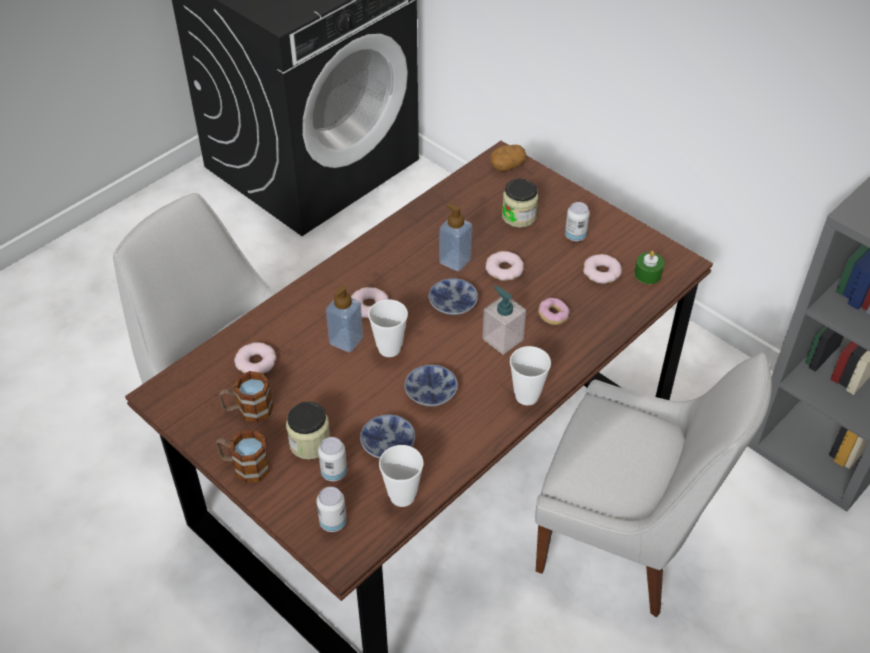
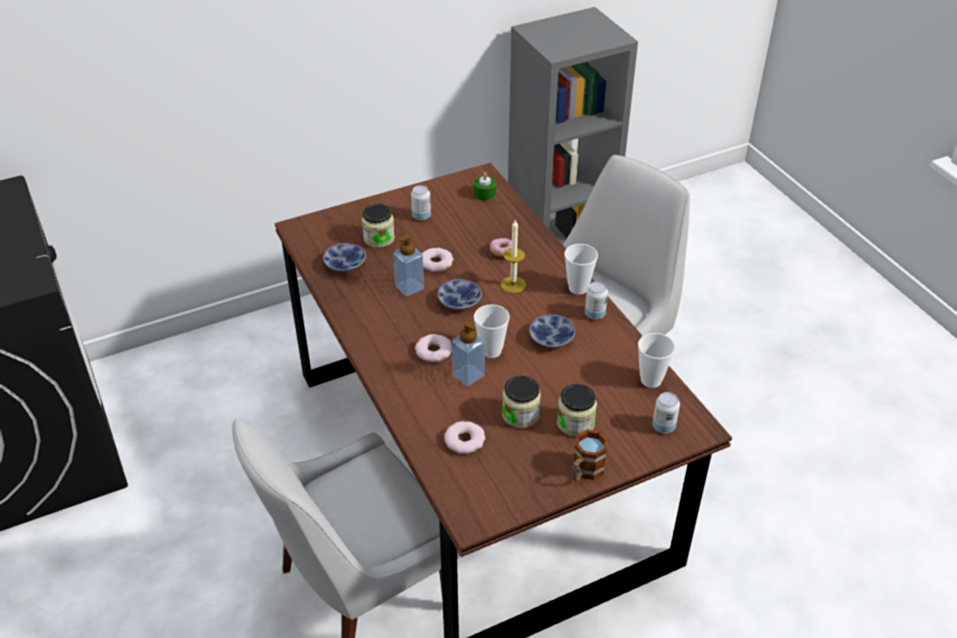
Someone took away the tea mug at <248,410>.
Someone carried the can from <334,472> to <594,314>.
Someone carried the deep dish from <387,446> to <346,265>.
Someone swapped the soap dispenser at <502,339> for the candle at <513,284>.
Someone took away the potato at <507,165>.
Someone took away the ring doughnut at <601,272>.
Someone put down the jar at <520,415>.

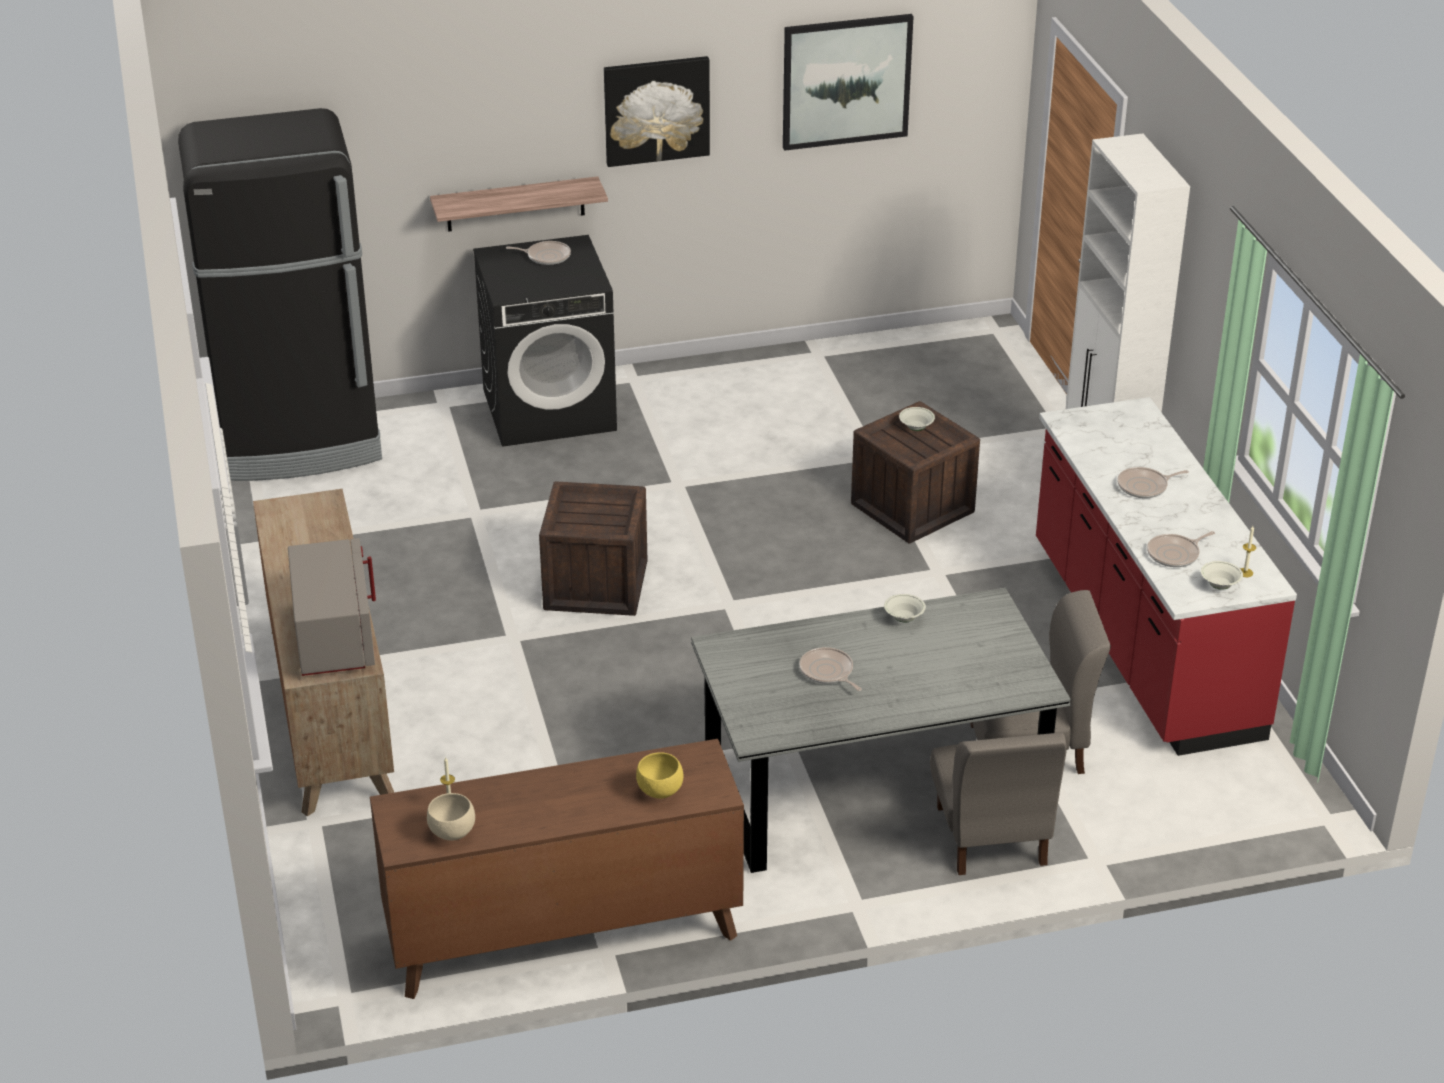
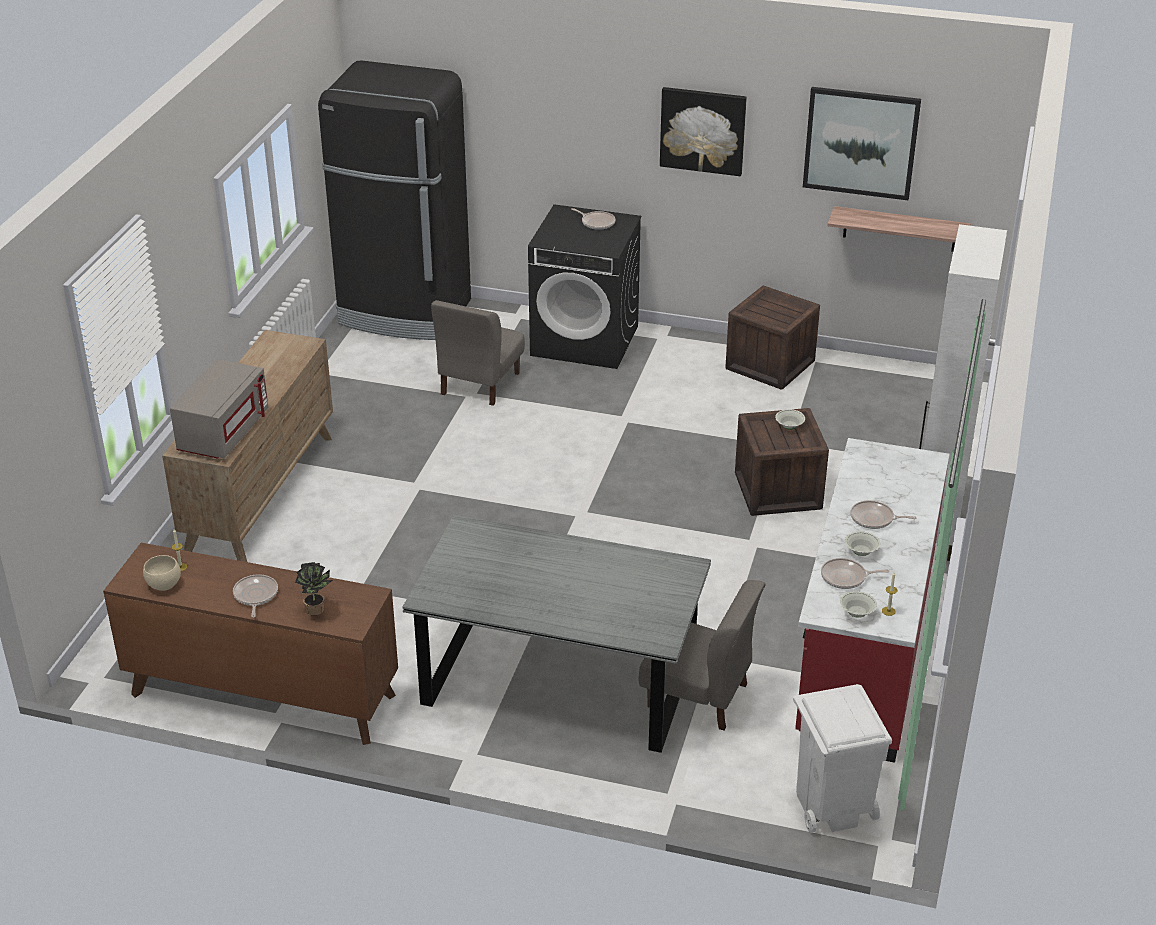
Someone carried the wall shelf from <515,204> to <899,229>.
Someone carried the packing crate from <596,585> to <770,365>.
Someone swapped the yellowish deep dish at <660,792> for the plant in a pot at <317,610>.
Someone carried the pan from <828,672> to <255,596>.
Someone carried the white-coloured deep dish from <904,618> to <861,552>.
Someone carried the grey chair from <990,836> to <479,383>.
Someone put down the white-coloured rubbish bin at <832,806>.

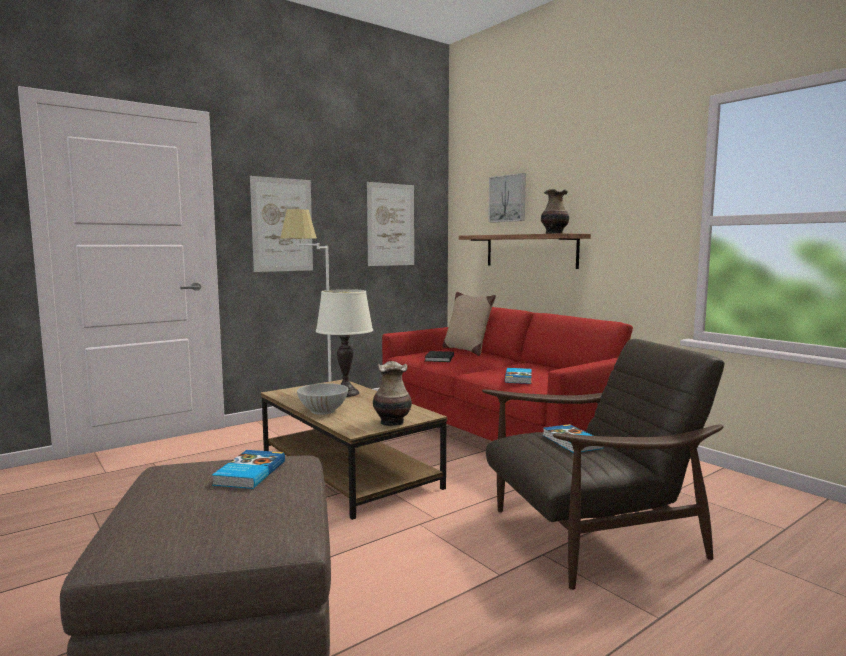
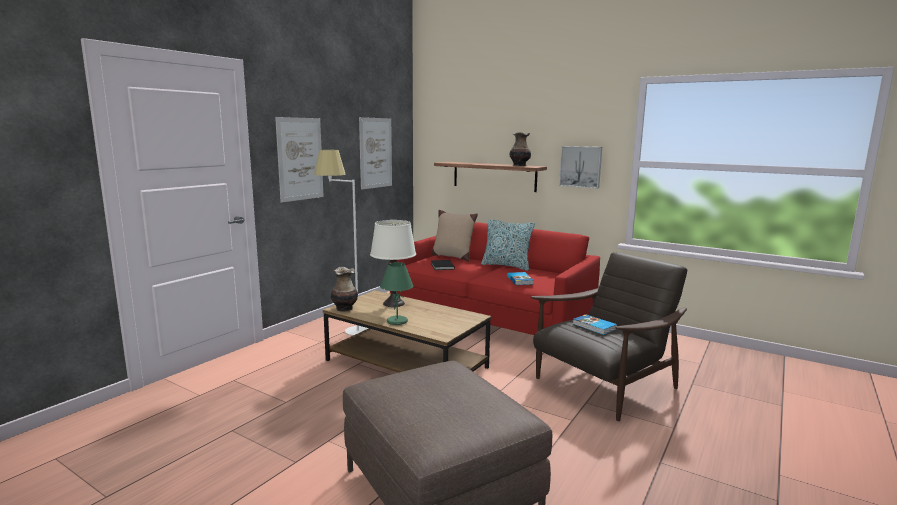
Someone took away the book at <248,473>.
Someone swapped the white-coloured deep dish at <323,411> for the greenish tabletop lamp at <397,321>.
Someone carried the flower vase from <392,422> to <344,308>.
Someone carried the picture from <508,198> to <581,166>.
Someone put down the cushion at <506,266>.

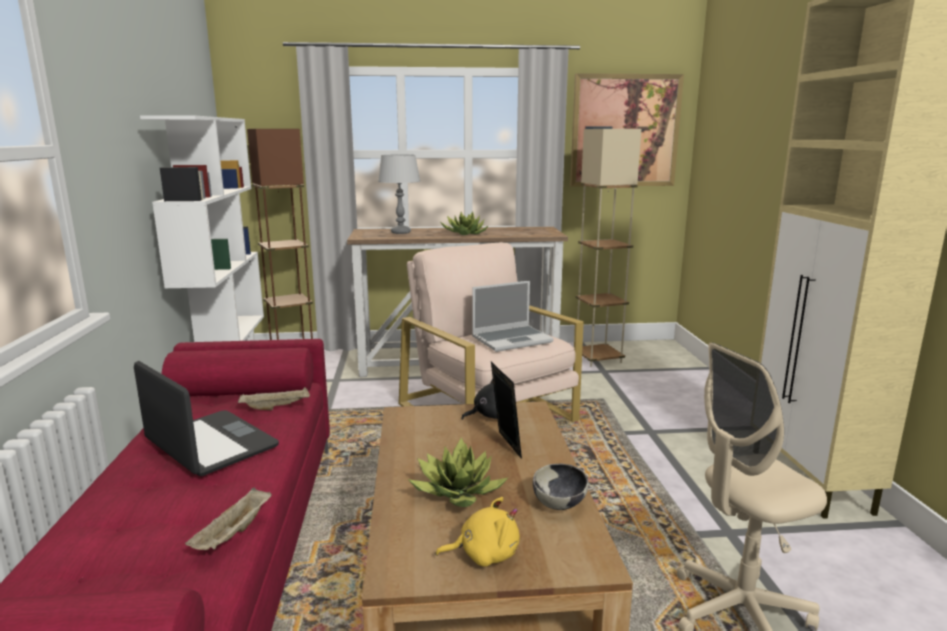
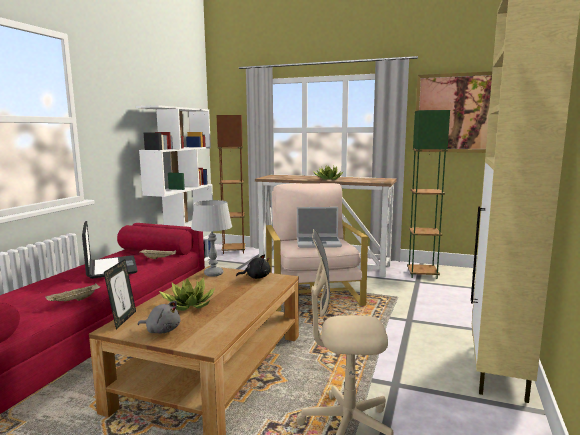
Someone carried the grey tabletop lamp from <400,232> to <213,274>.
Someone repainted the yellowish soft toy at <484,554>, which became the grey soft toy at <162,330>.
Someone carried the picture frame from <505,445> to <123,319>.
Someone took away the deep dish at <559,504>.
Someone repainted the beige-coloured standard lamp at <598,358>, which became the greenish standard lamp at <422,274>.

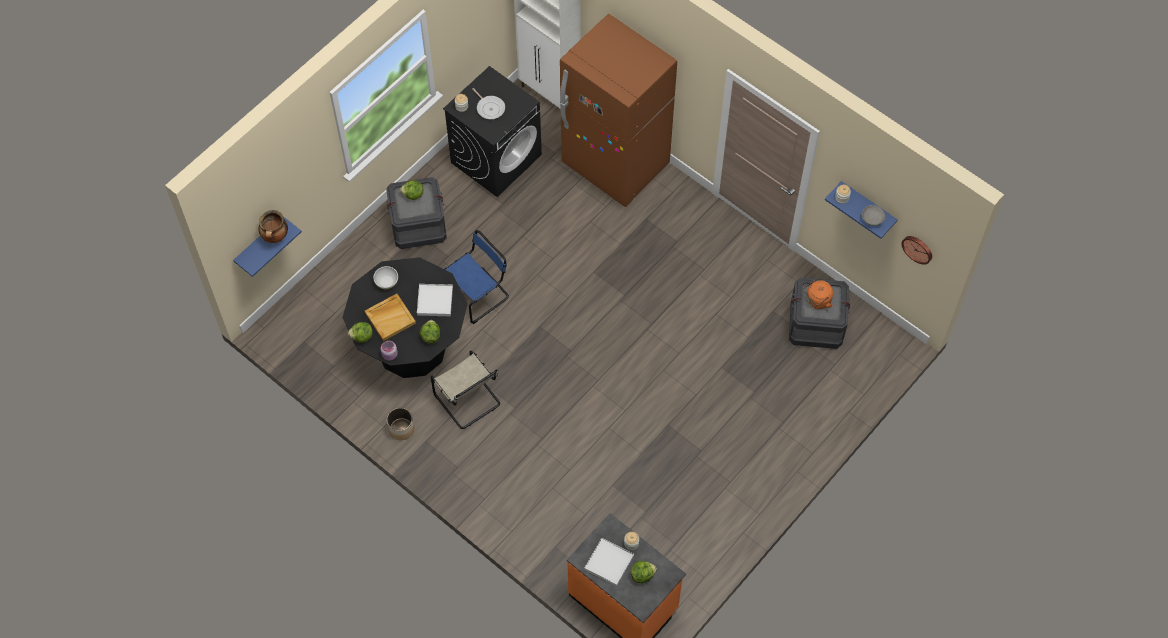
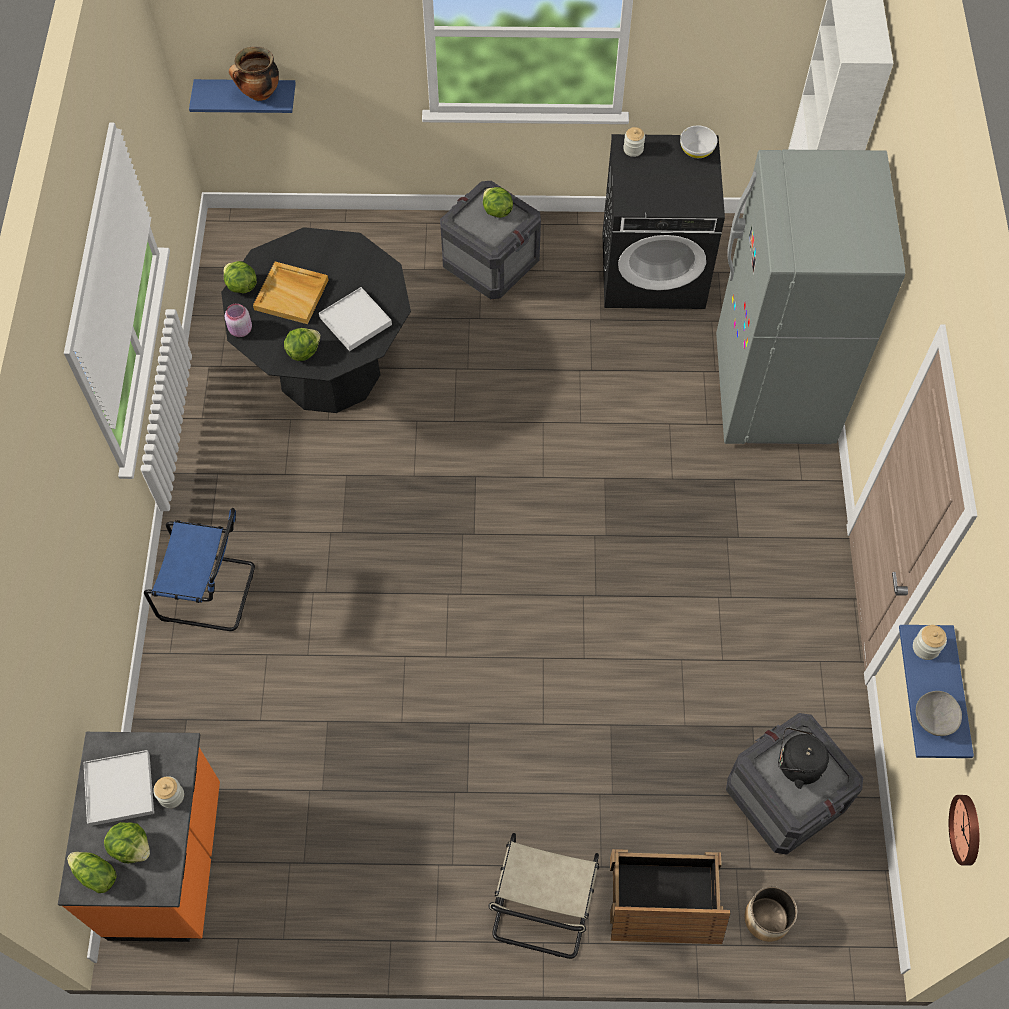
Someone carried the white-coloured deep dish from <386,282> to <696,150>.
Someone carried the planter from <401,429> to <767,919>.
Someone carried the beige-coloured chair from <468,401> to <542,909>.
Someone carried the blue-coloured chair from <478,294> to <211,592>.
Someone took away the pan at <490,108>.
Someone repainted the brown-coloured fridge at <615,164>, which became the grey fridge at <773,392>.
Someone repainted the orange-coloured water kettle at <817,301>, which became the black-coloured water kettle at <796,764>.
Someone put down the lettuce head at <95,875>.
Someone put down the packing crate at <663,902>.

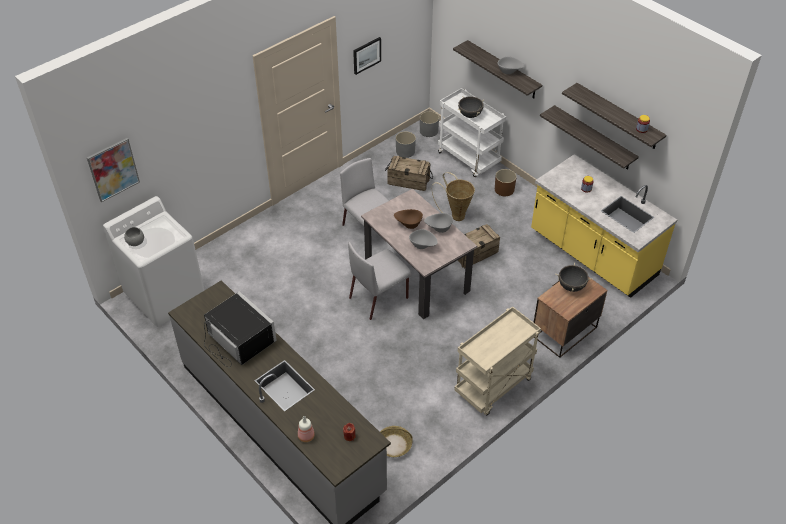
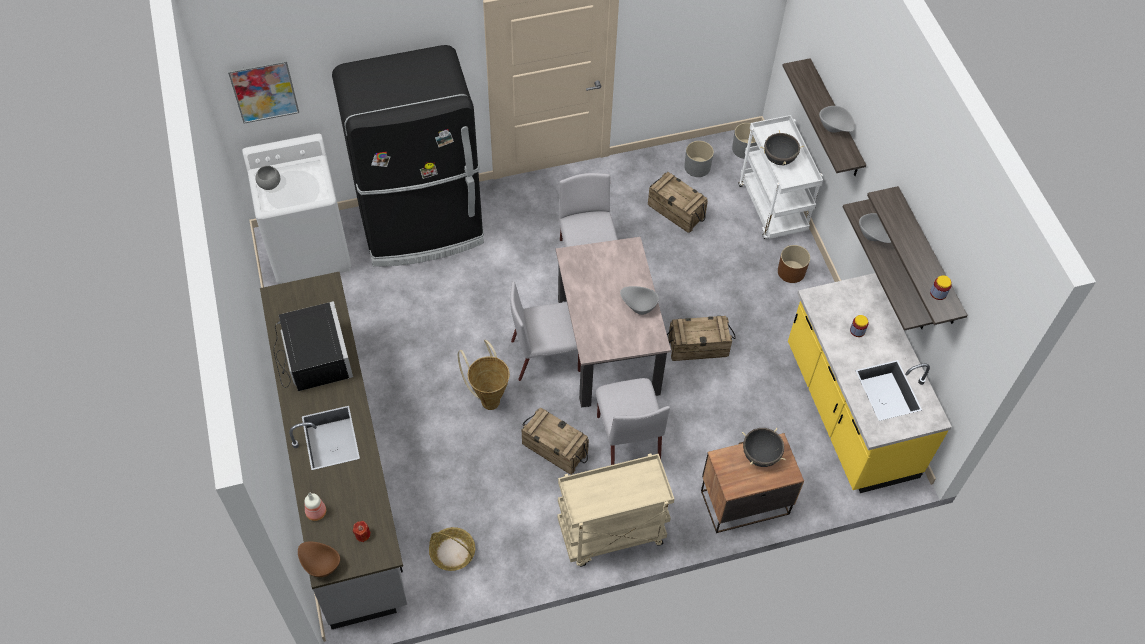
Someone took away the picture at <366,55>.
Someone carried the brown-coloured deep dish from <408,224> to <320,564>.
Someone carried the grey deep dish from <423,246> to <874,236>.
Someone carried the basket from <455,215> to <488,398>.
Someone put down the black-coloured fridge at <422,228>.
Someone put down the packing crate at <554,449>.
Someone put down the grey chair at <627,438>.

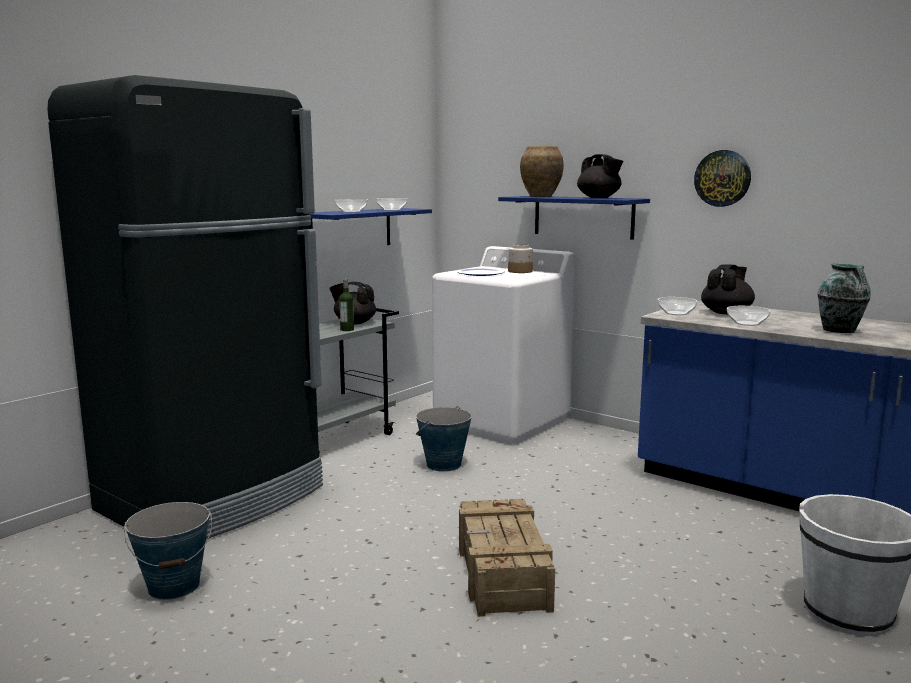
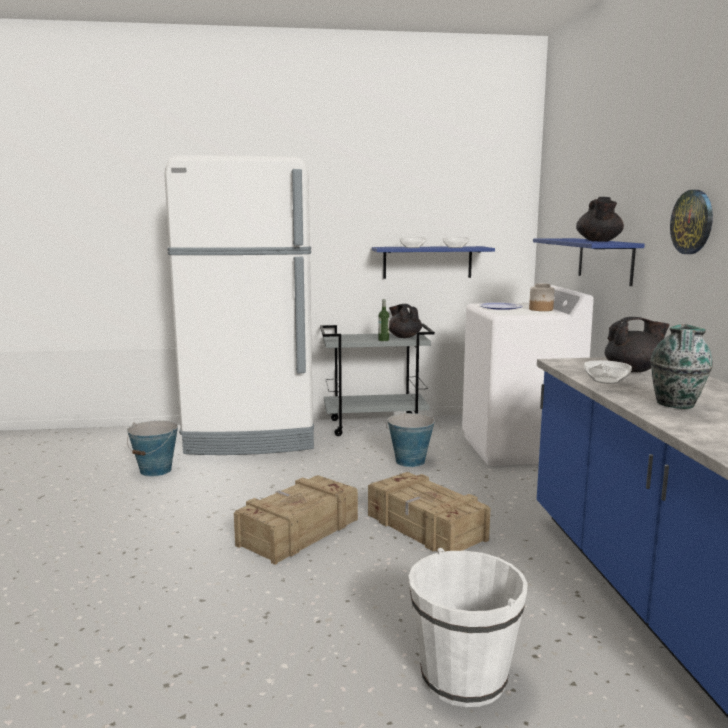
Someone repainted the black-coloured fridge at <214,499>, which became the white-coloured fridge at <252,438>.
Someone took away the brown-coloured flower vase at <540,197>.
Someone took away the deep dish at <677,313>.
Someone put down the packing crate at <426,528>.

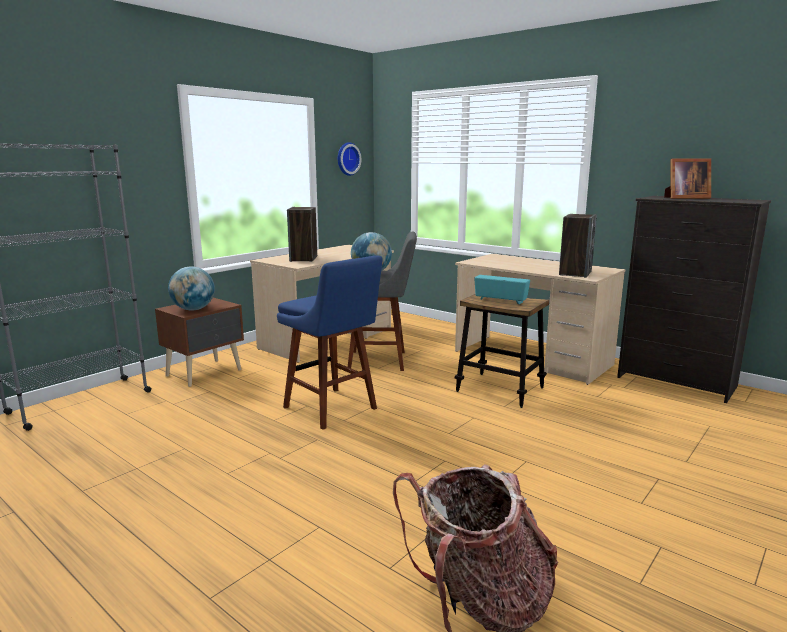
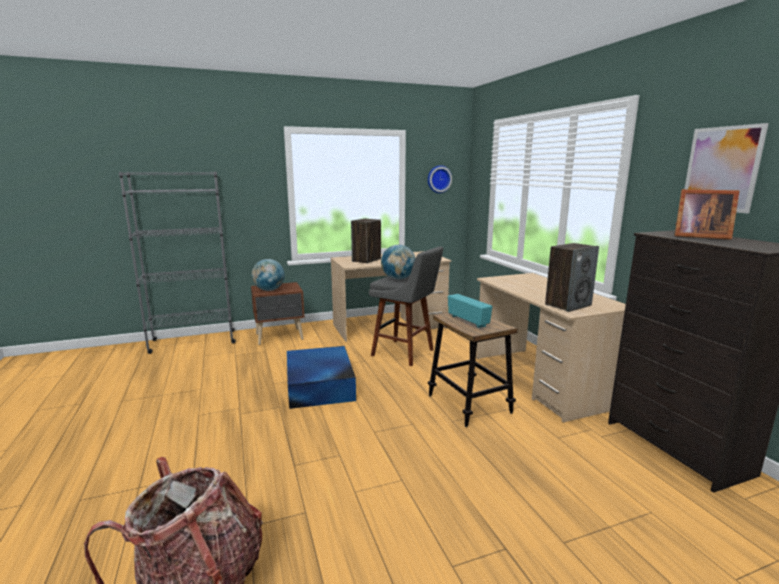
Someone swapped the blue-coloured stool seat at <333,409> for the blue-coloured storage bin at <319,386>.
Someone put up the picture at <721,169>.

